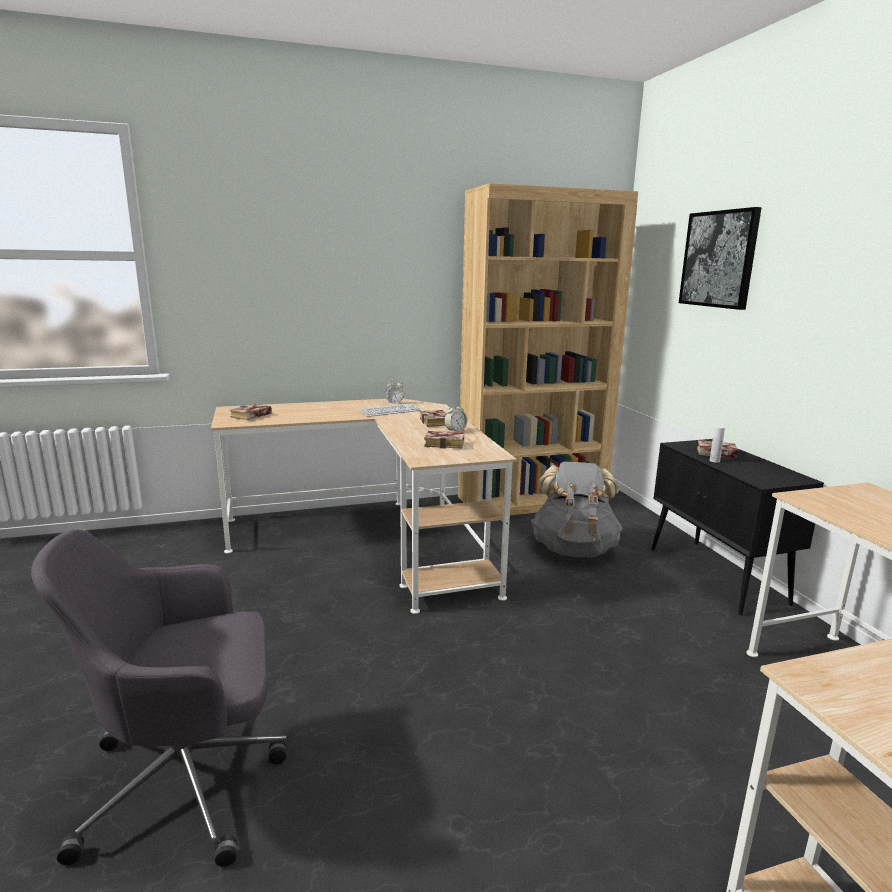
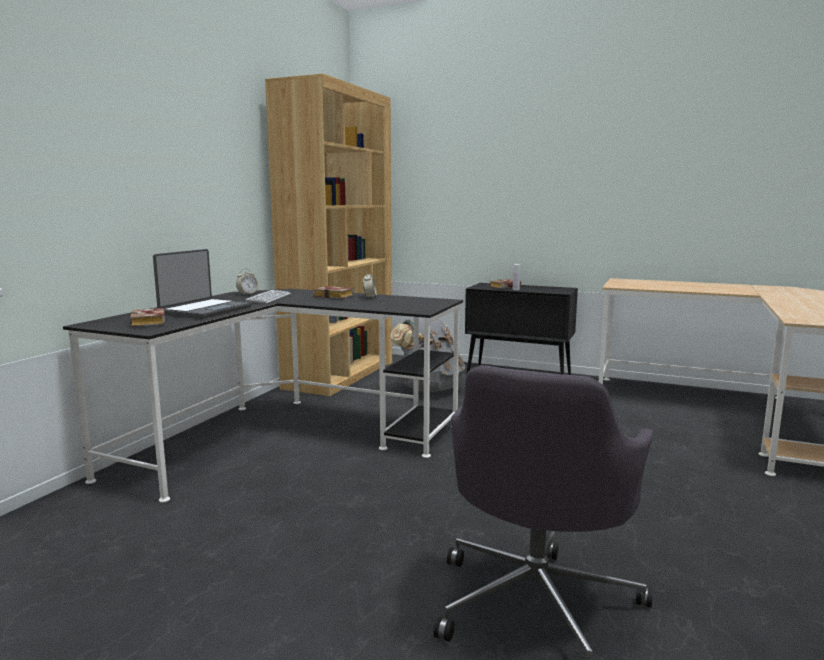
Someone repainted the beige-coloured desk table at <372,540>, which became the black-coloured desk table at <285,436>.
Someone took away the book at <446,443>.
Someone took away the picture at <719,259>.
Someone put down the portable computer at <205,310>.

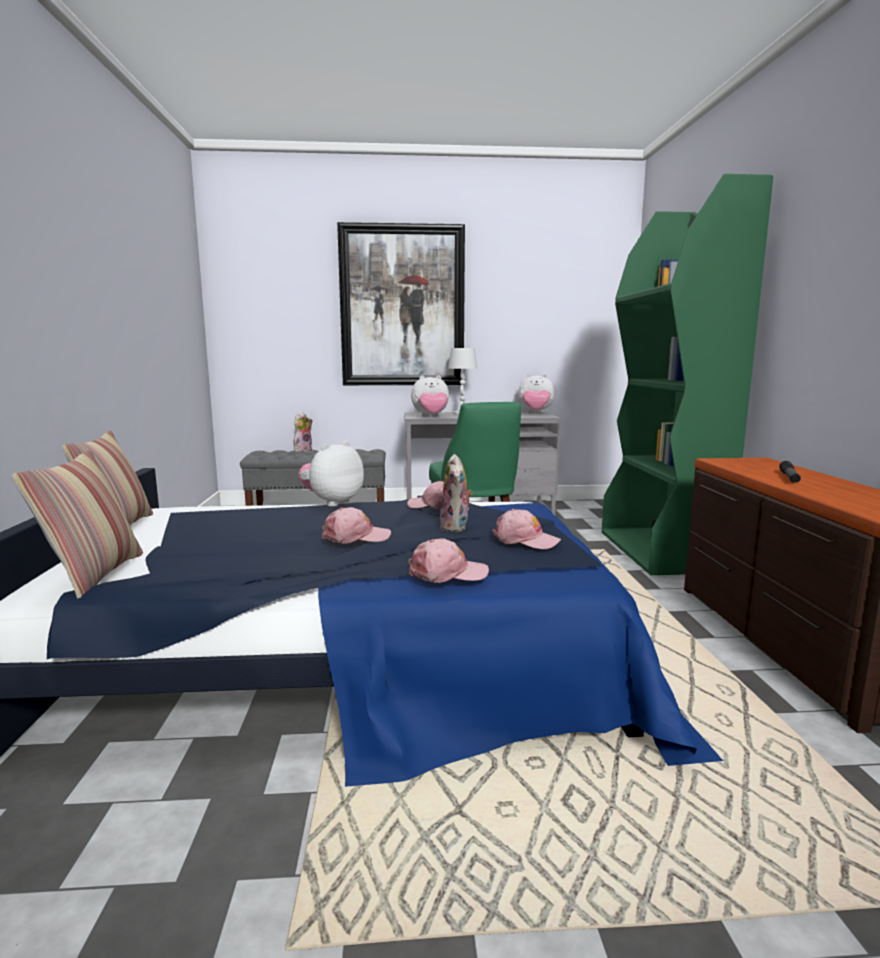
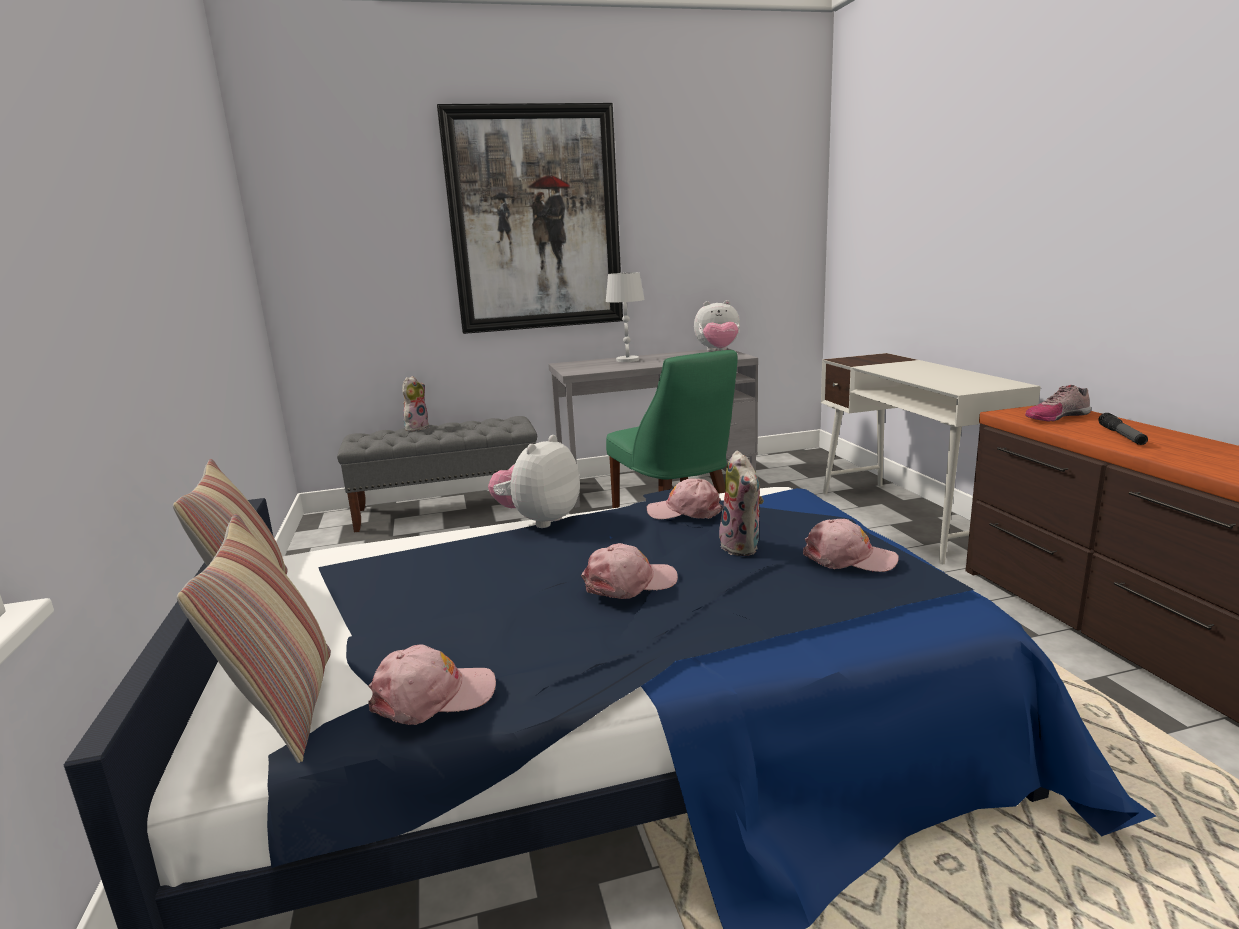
Someone carried the pink-coloured baseball cap from <447,573> to <433,696>.
Someone took away the soft toy at <431,417>.
Someone swapped the greenish bookshelf at <660,552> for the white-coloured desk table at <907,519>.
Someone put down the item of footwear at <1055,416>.

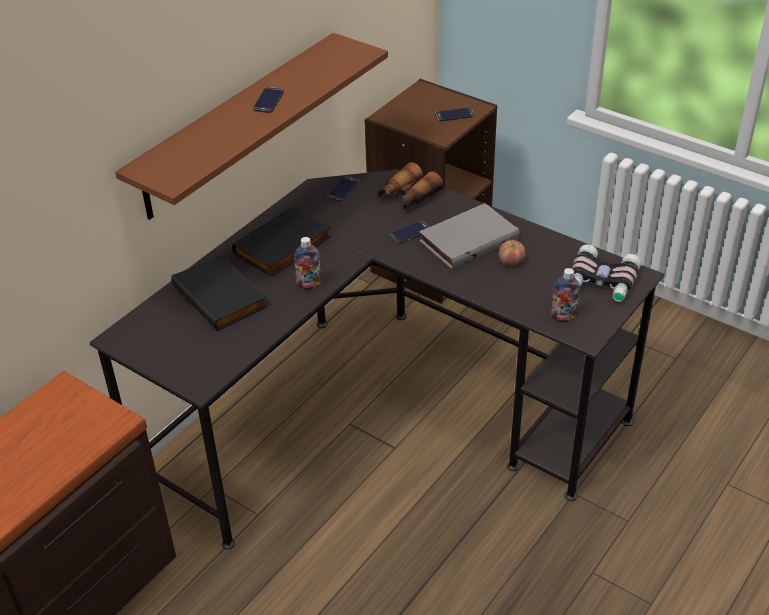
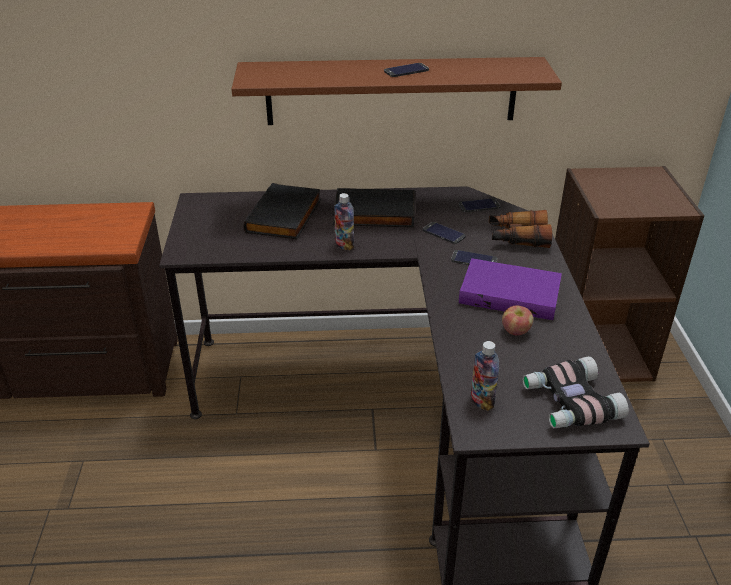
Someone repainted the grey book at <468,239>, which became the purple-coloured book at <510,293>.
Someone carried the handset from <454,115> to <444,233>.

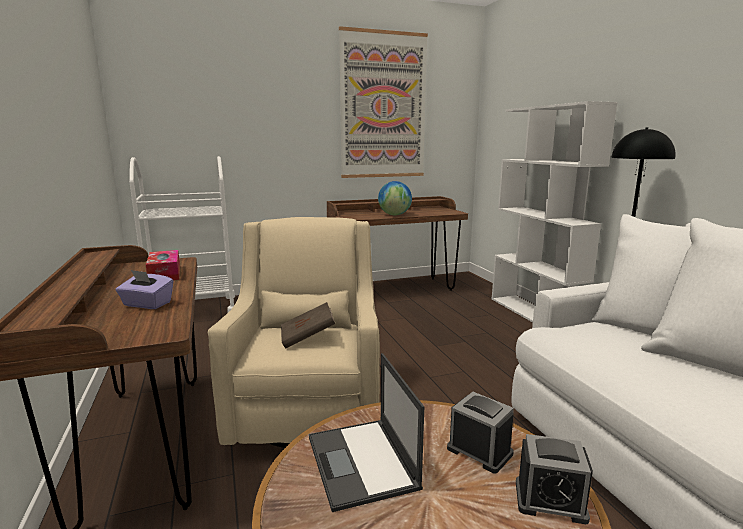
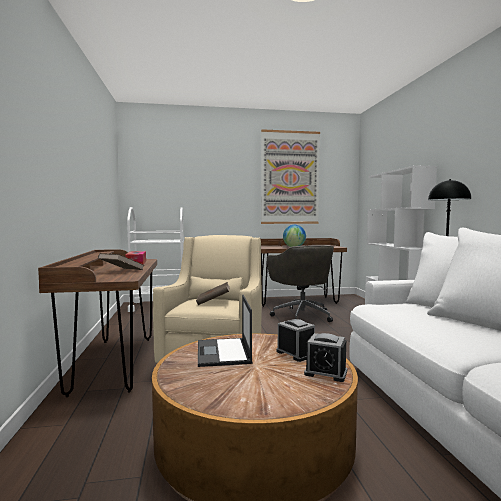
Someone swapped the purple-coloured tissue box at <147,304> for the brown-coloured book at <121,271>.
Someone put down the grey computer chair at <301,315>.

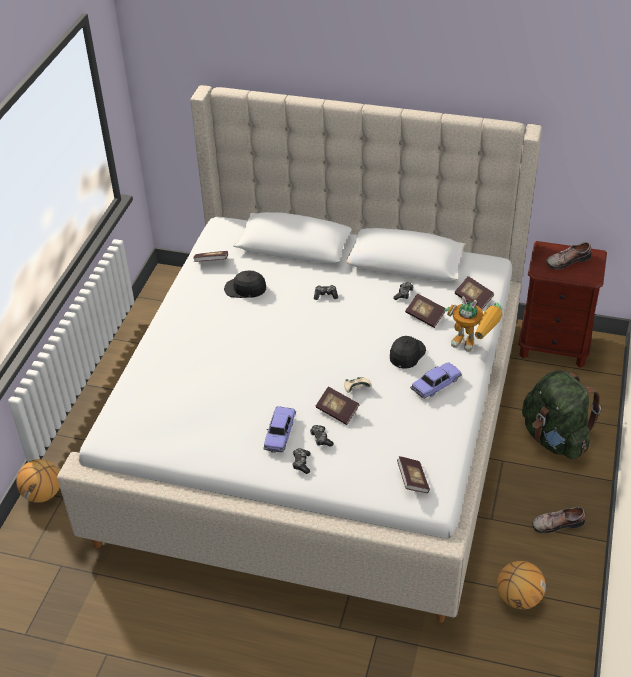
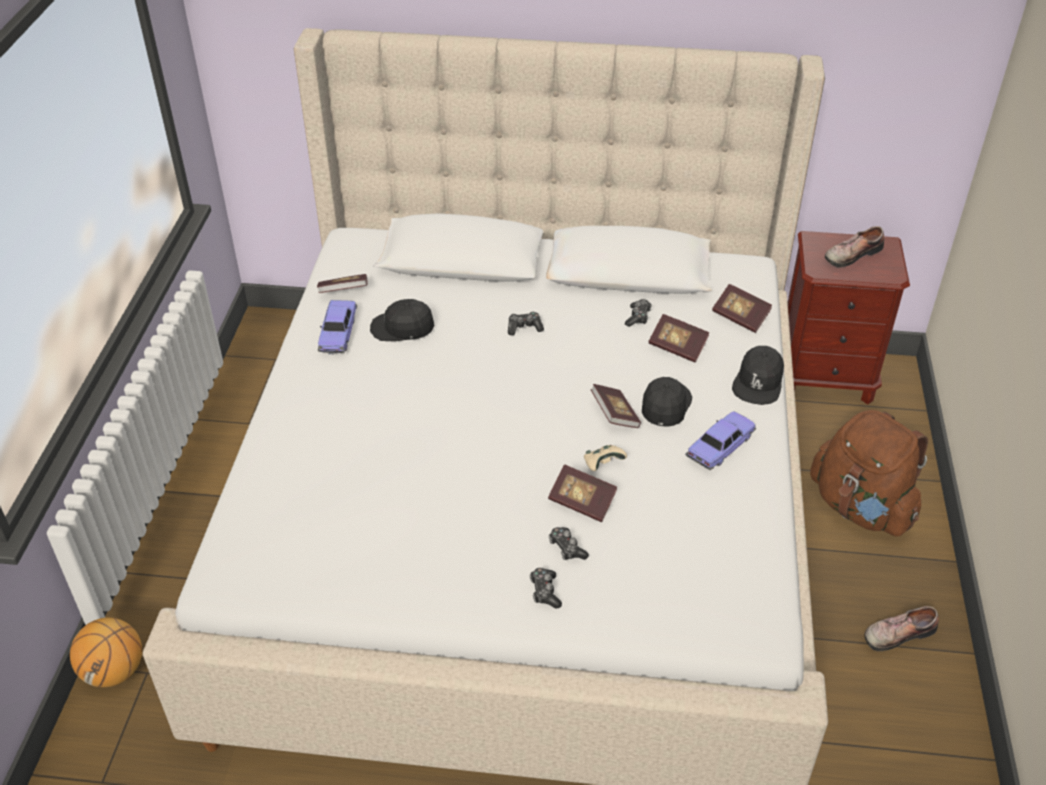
Someone carried the toy car from <280,434> to <338,333>.
Someone carried the book from <412,480> to <614,415>.
Someone swapped the robot figure at <473,344> for the black-coloured baseball cap at <758,382>.
Someone took away the basketball at <518,598>.
Someone repainted the greenish rucksack at <555,438>, which became the brown-coloured rucksack at <861,507>.

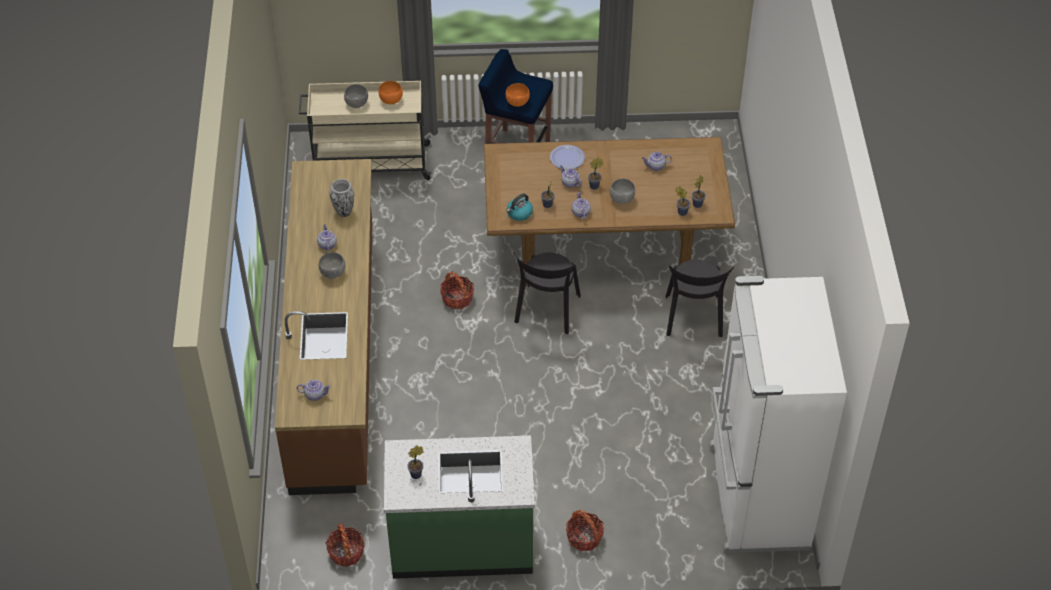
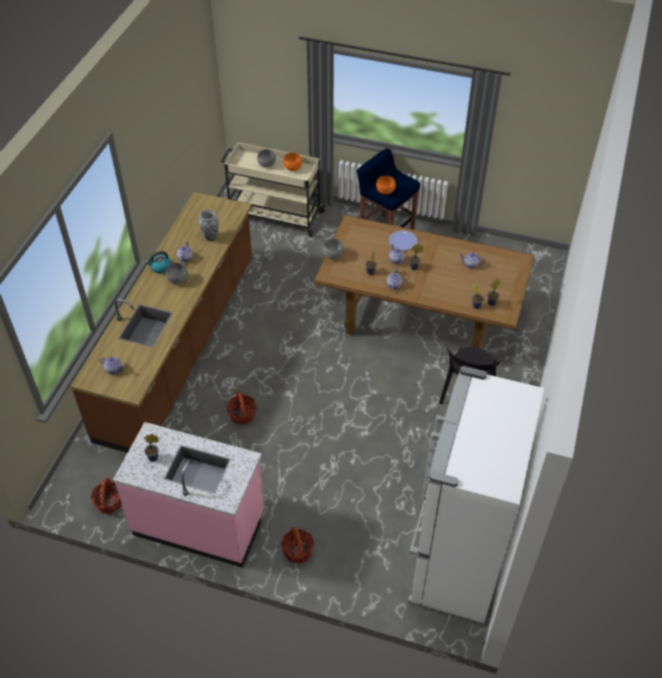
Someone repainted the greenish kitchen counter at <462,542>, which became the pink-coloured kitchen counter at <200,523>.
Someone carried the basket from <457,298> to <242,414>.
Someone carried the water kettle from <519,213> to <160,267>.
Someone took away the black-coloured chair at <546,311>.
Someone carried the grey deep dish from <622,198> to <333,255>.

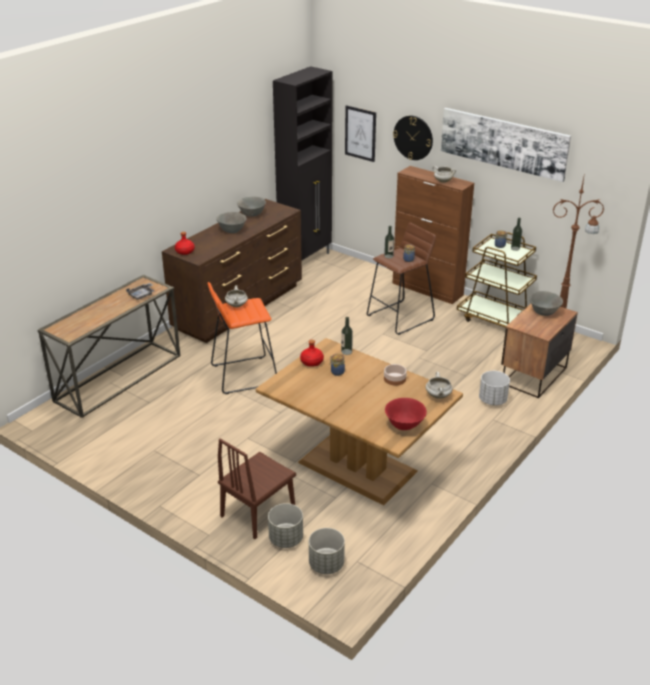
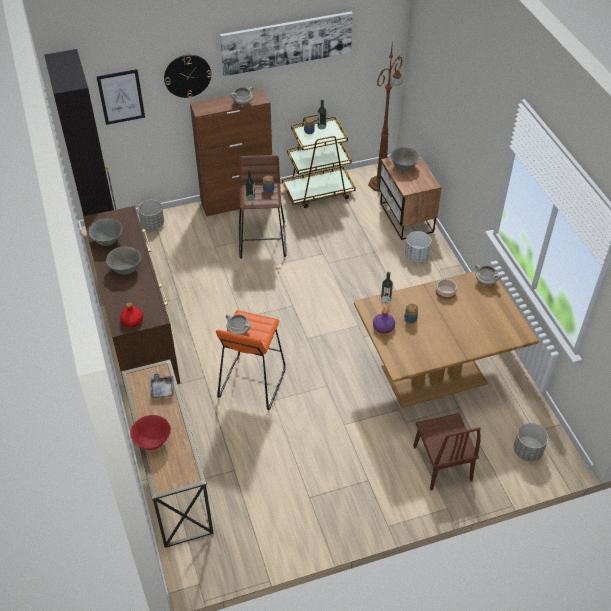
Someone carried the grey planter from <286,539> to <152,224>.
Someone repainted the reddish drink bottle at <312,362>, which became the purple-coloured drink bottle at <383,326>.
Someone carried the reddish deep dish from <404,425> to <153,441>.

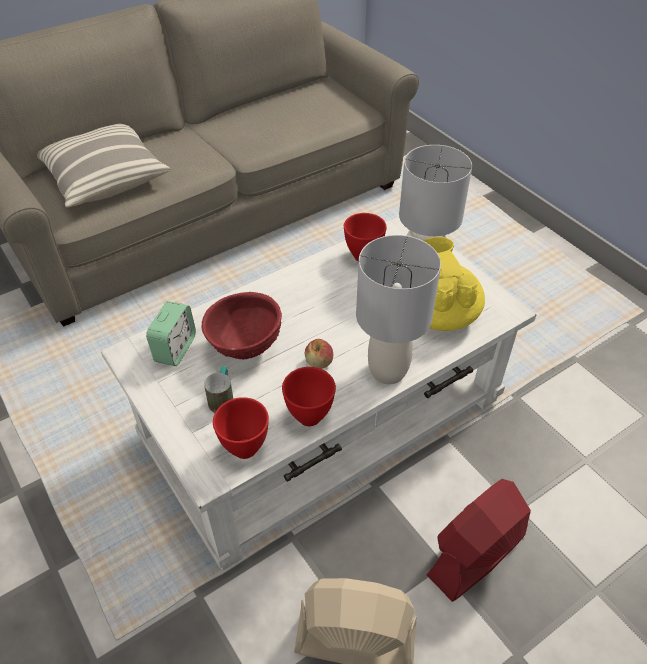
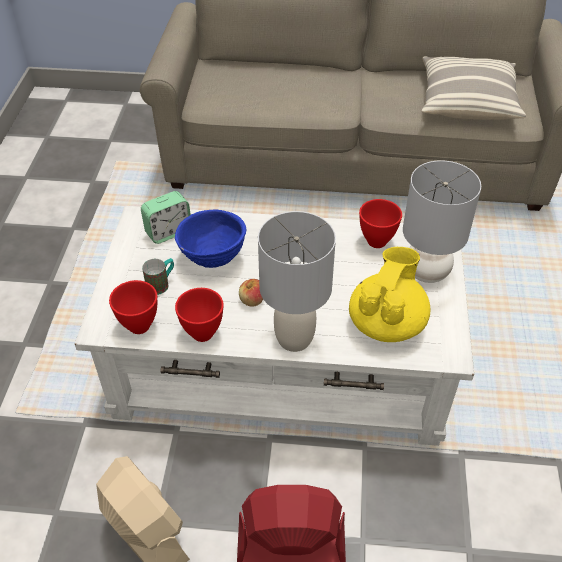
Someone carried the cushion from <104,179> to <467,102>.
Someone repainted the reddish deep dish at <245,349>, which became the blue-coloured deep dish at <213,259>.

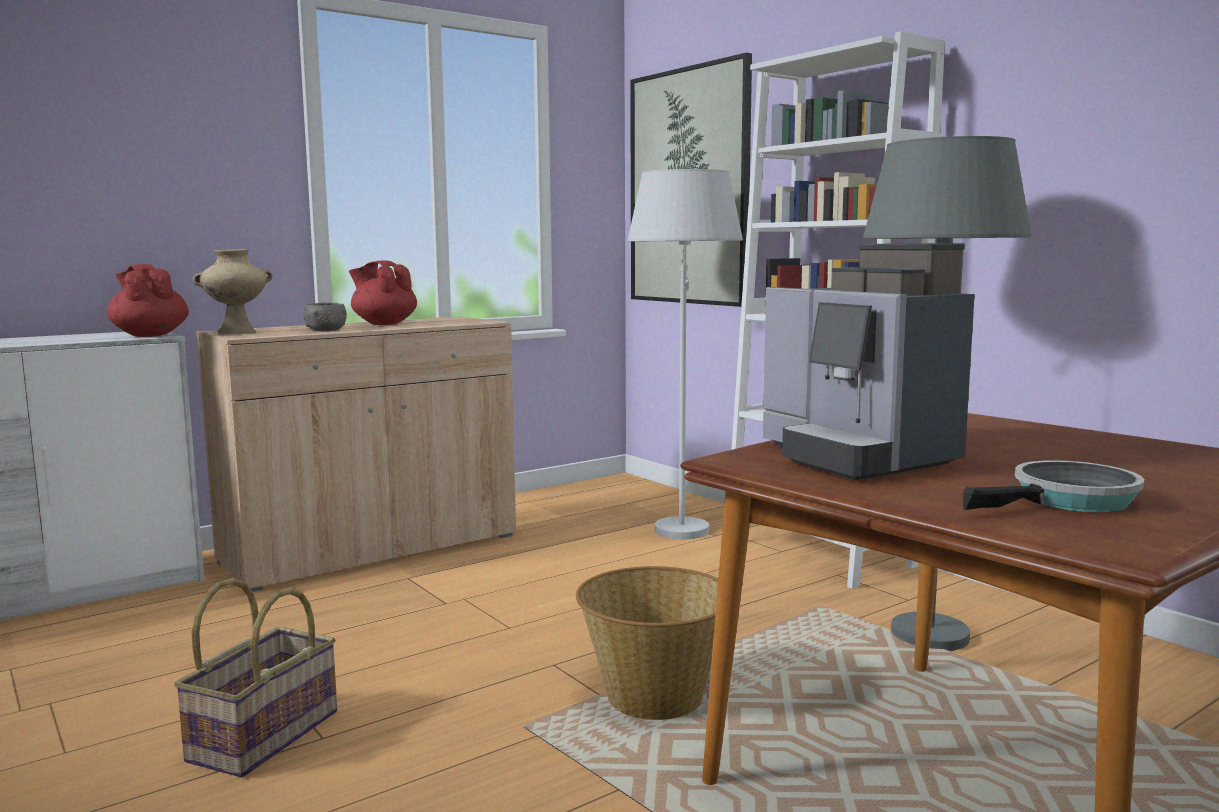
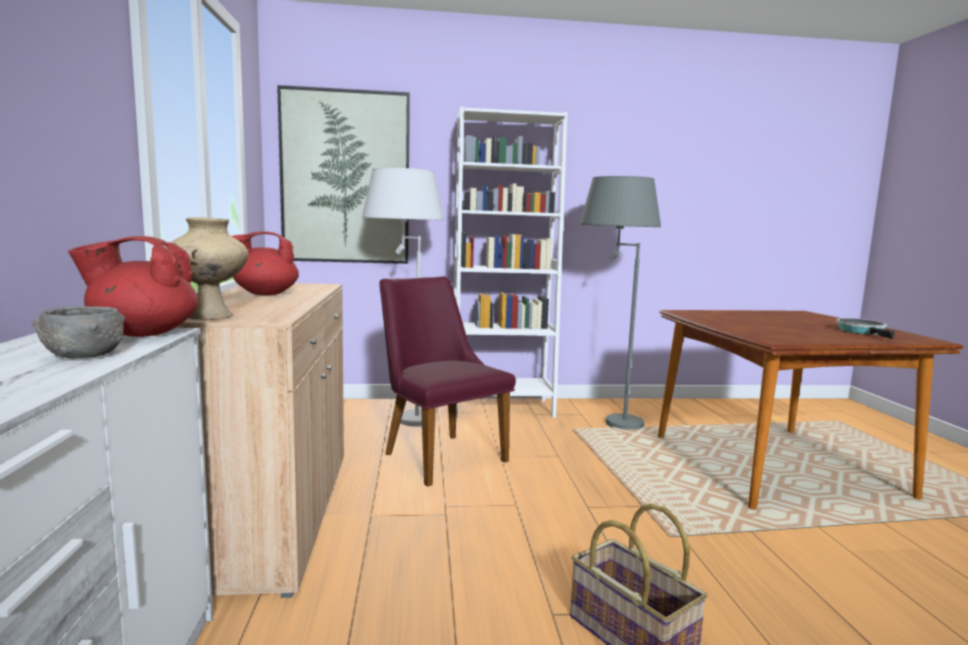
Someone carried the grey deep dish from <325,330> to <84,355>.
Someone took away the basket at <654,698>.
Someone took away the coffee machine at <855,457>.
Someone put down the purple-coloured chair at <437,454>.

